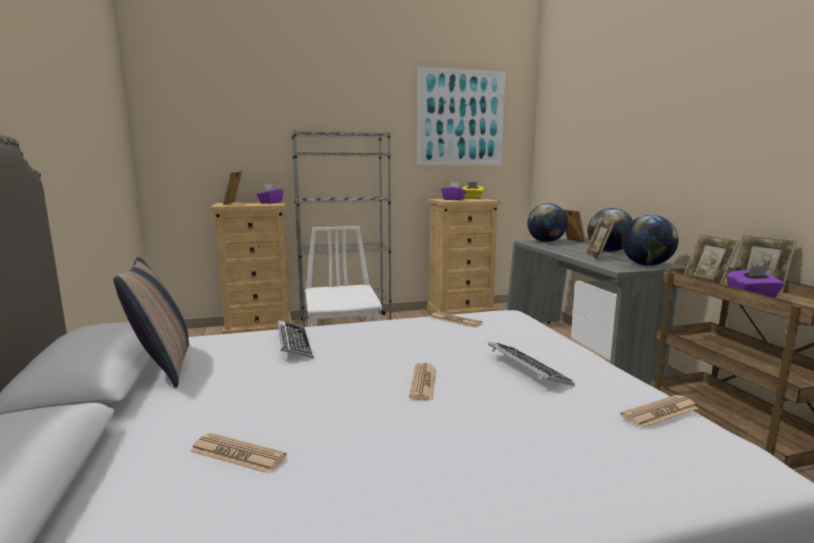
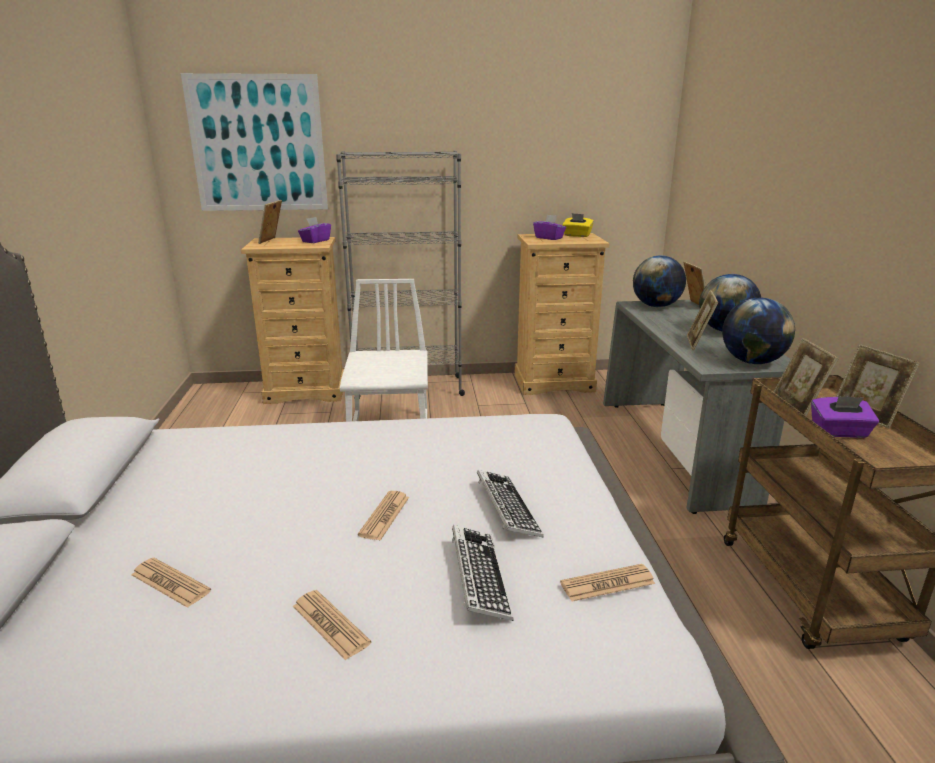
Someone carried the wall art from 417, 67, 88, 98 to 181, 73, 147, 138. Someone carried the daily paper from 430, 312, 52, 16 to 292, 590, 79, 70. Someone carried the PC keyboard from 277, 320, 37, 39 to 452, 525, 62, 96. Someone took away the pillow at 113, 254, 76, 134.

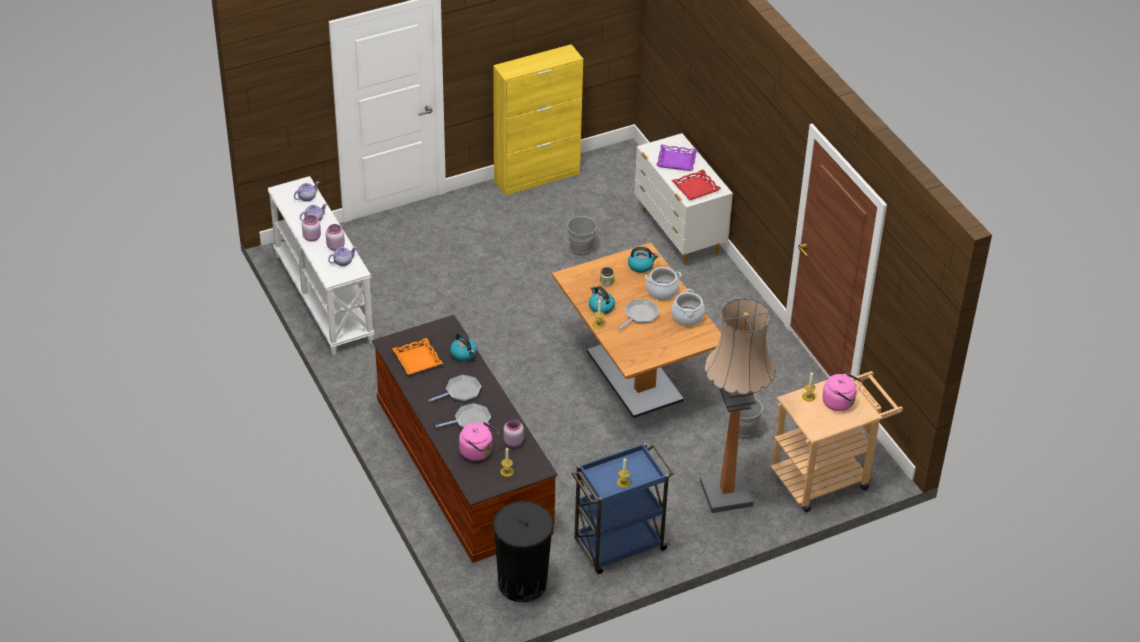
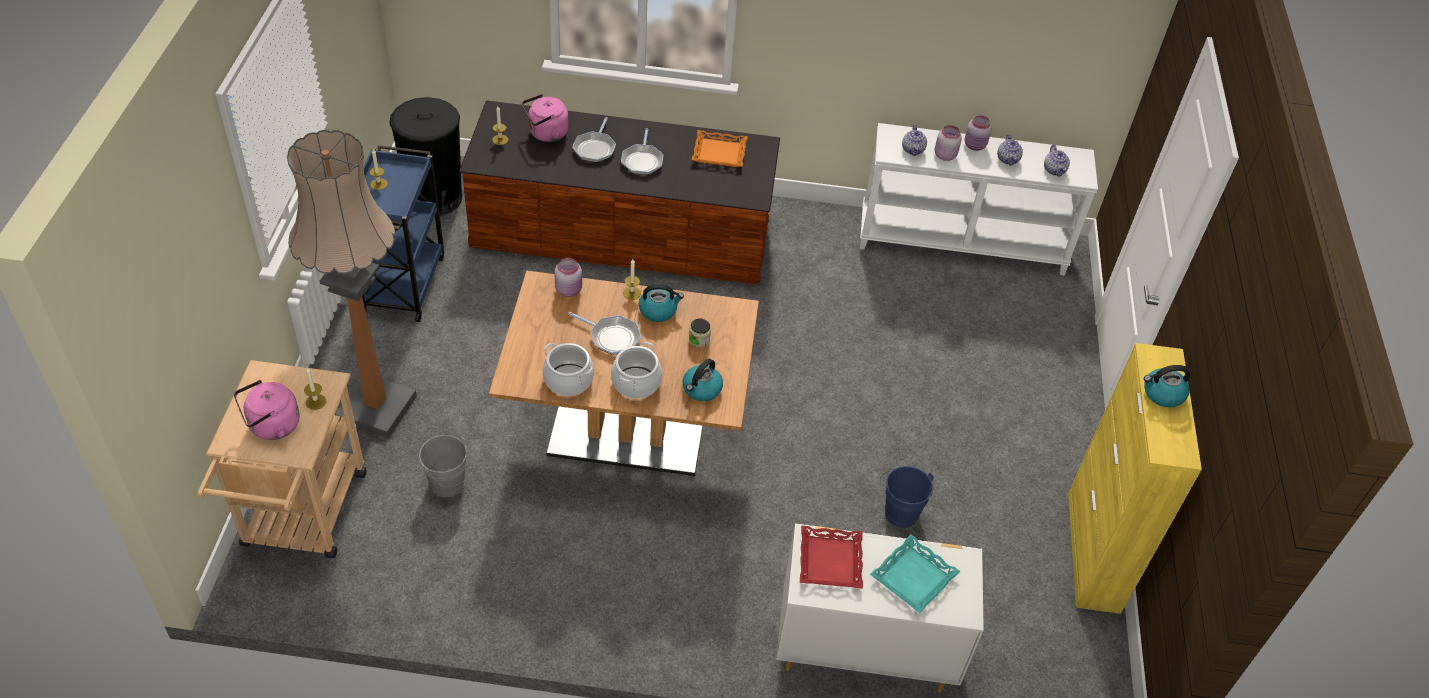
Someone carried the preserve jar in pink-coloured from 504, 419, 20, 28 to 554, 258, 28, 39. Someone rotated the pan at 618, 299, 41, 31 by 45 degrees counterclockwise. Someone repainted the tray in purple-coloured at 656, 145, 41, 26, which became the tray in turquoise at 870, 534, 90, 79. Someone repainted the water bucket in greyish at 563, 216, 34, 40, which became the water bucket in blue at 880, 466, 54, 62. Someone carried the tea kettle from 450, 333, 27, 28 to 1144, 365, 46, 42.

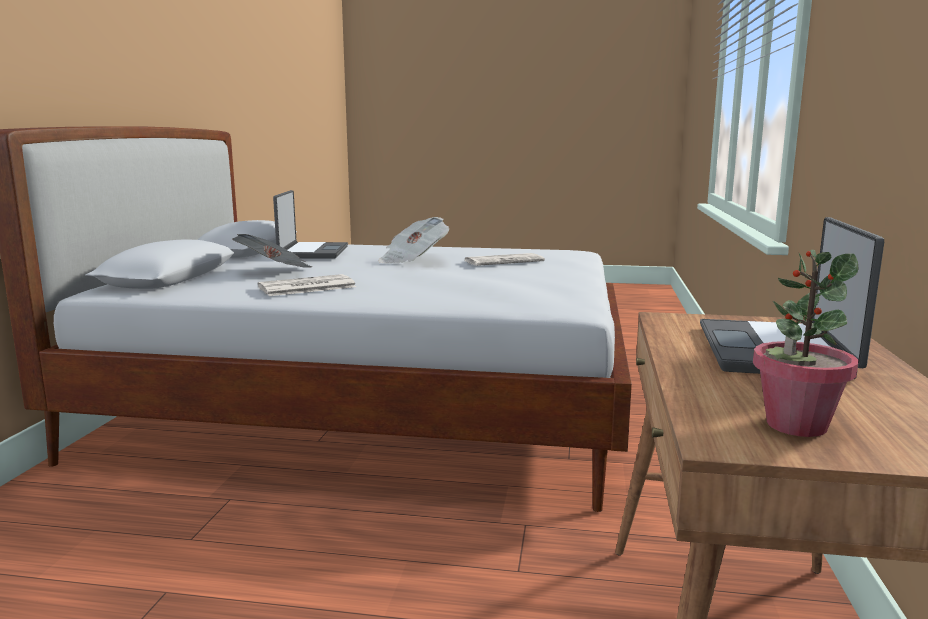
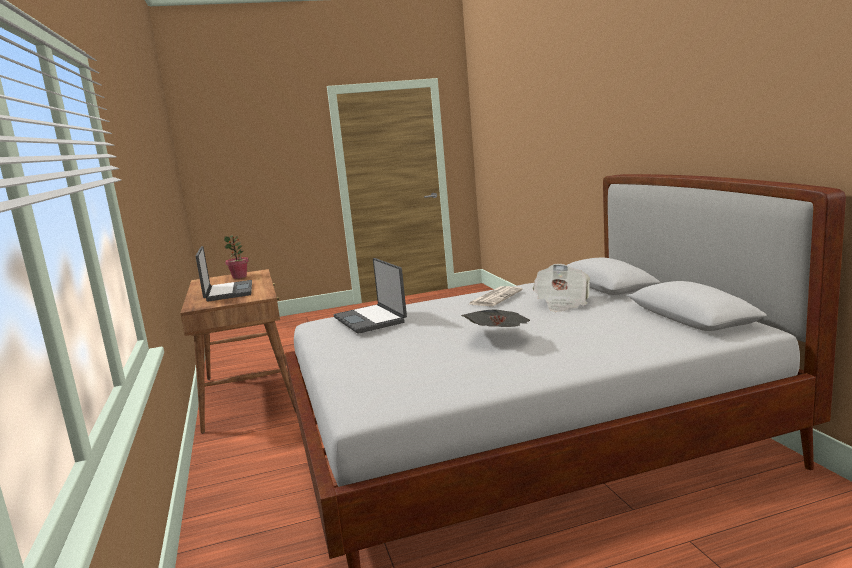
Someone carried the laptop from 273, 190, 75, 69 to 334, 258, 73, 76. Someone took away the daily paper at 464, 253, 81, 13.

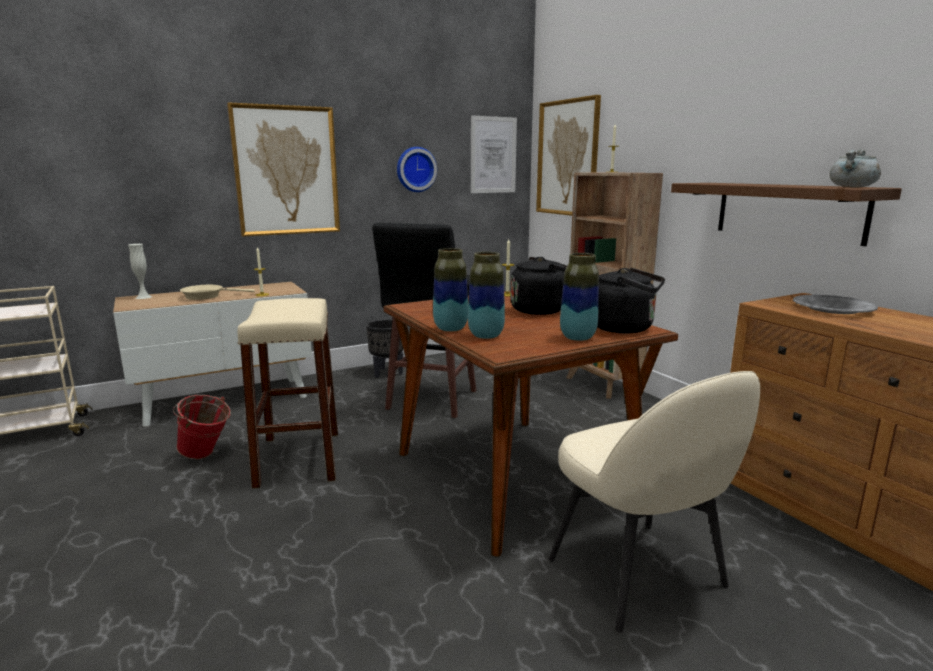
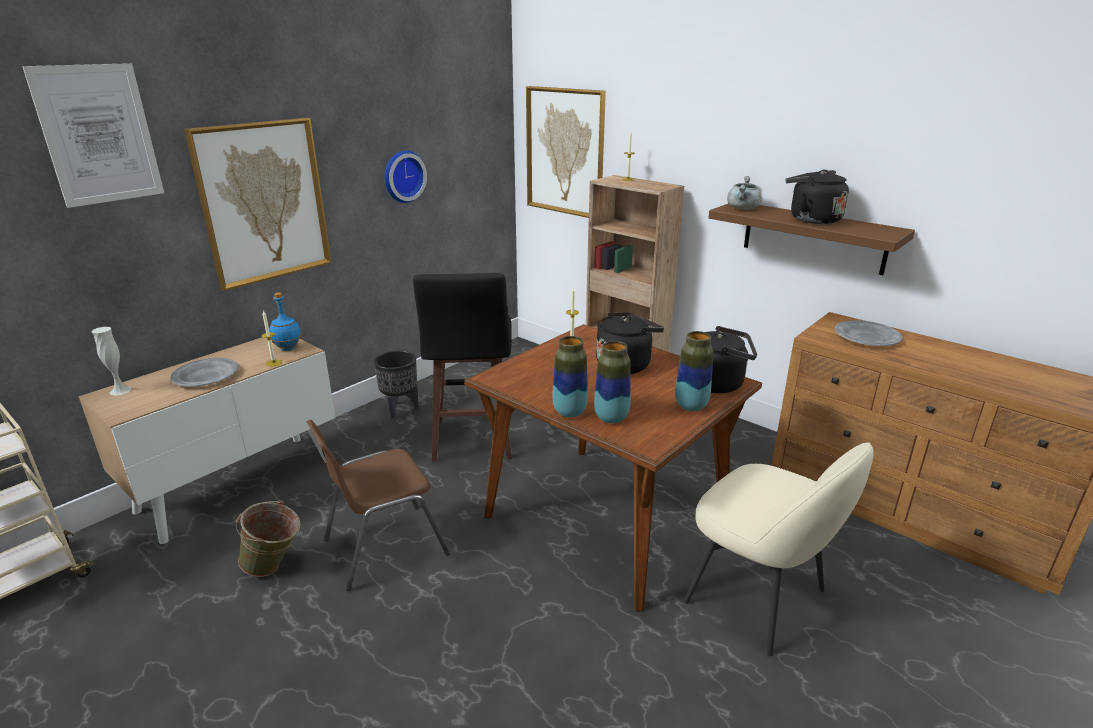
Someone carried the wall art from 471, 116, 46, 77 to 22, 63, 142, 145. Someone swapped the pan in sand-coloured at 180, 285, 75, 15 for the dinner plate in greyish at 170, 358, 68, 29. Someone repainted the water bucket in reddish at 173, 395, 58, 64, which became the water bucket in greenish at 235, 500, 66, 77. Someone put down the bottle in blue at 269, 293, 32, 58. Someone swapped the stool in sand-coloured at 238, 298, 100, 191 for the plain chair in brown at 307, 420, 143, 171. Someone carried the stockpot in greyish from 829, 148, 52, 40 to 727, 176, 35, 34. Someone put down the tea kettle in black at 786, 170, 63, 54.

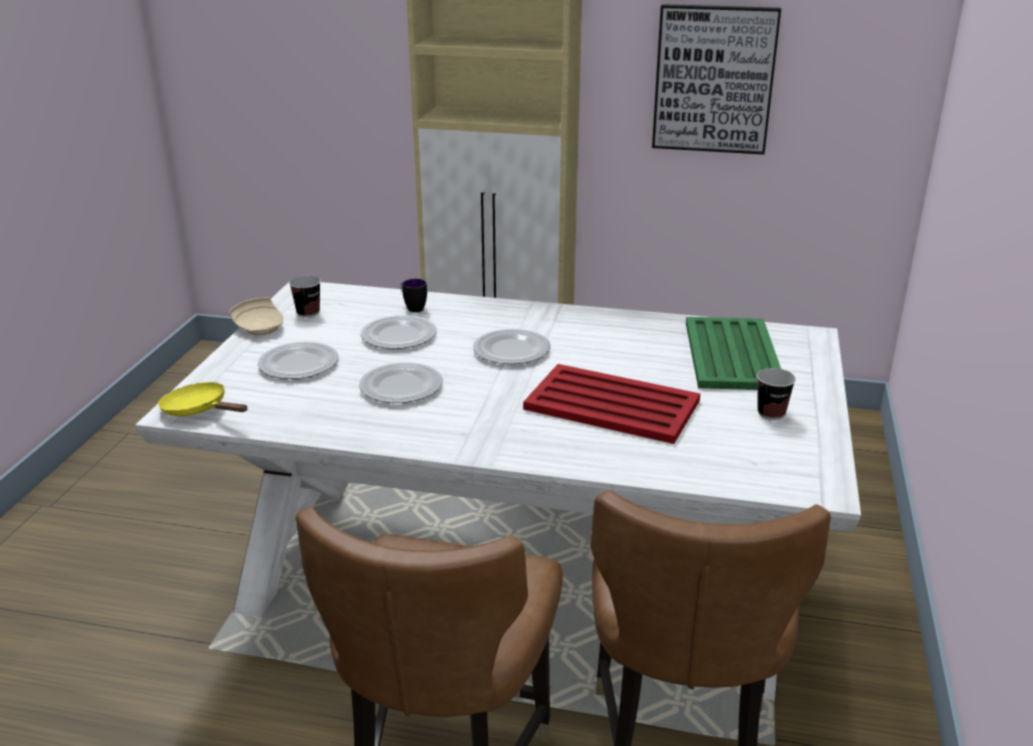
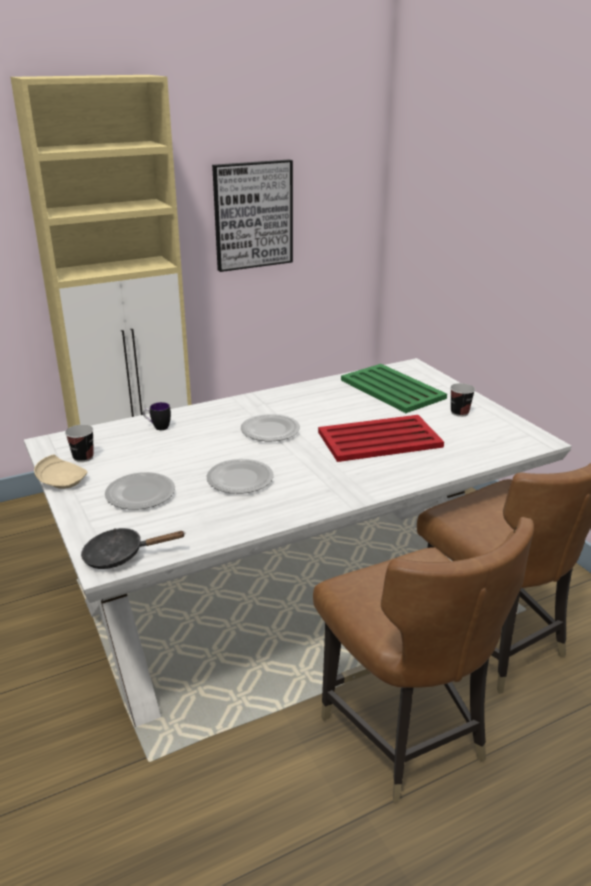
Someone repainted the pan in yellow at 158, 382, 90, 34, which became the pan in black at 81, 528, 105, 41. Someone took away the dinner plate at 361, 315, 75, 34.

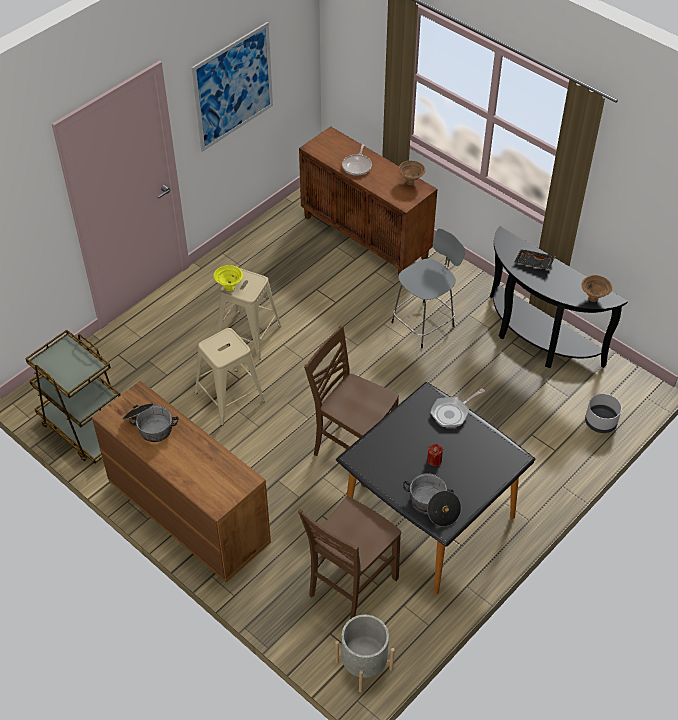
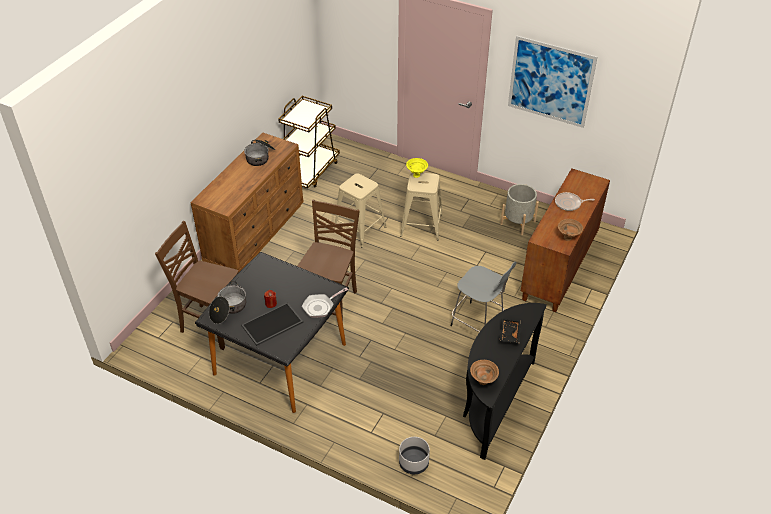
Someone put down the tray at 241, 303, 62, 43. Someone rotated the pan at 430, 388, 55, 39 by 75 degrees counterclockwise. Someone carried the planter in greyish from 335, 615, 60, 77 to 500, 184, 39, 51.

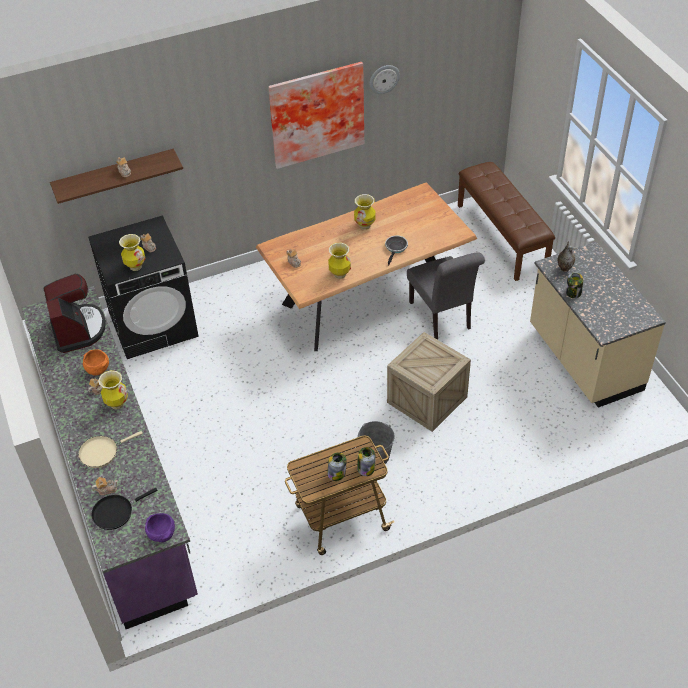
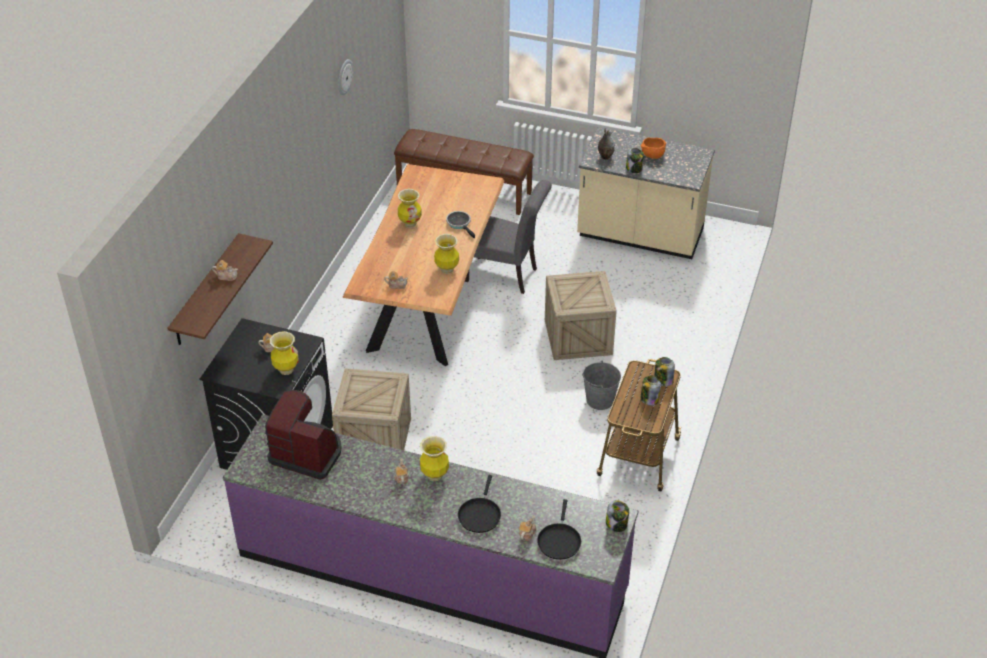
Someone put down the crate at 332, 368, 79, 82. Someone repainted the pan in sand-coloured at 78, 431, 65, 37, which became the pan in black at 458, 475, 43, 58. Someone swapped the bowl in purple-coloured at 145, 513, 30, 29 for the preserve jar at 606, 500, 23, 32. Someone carried the bowl in orangey from 83, 349, 26, 26 to 641, 137, 25, 22. Someone took away the wall art at 268, 62, 96, 107.

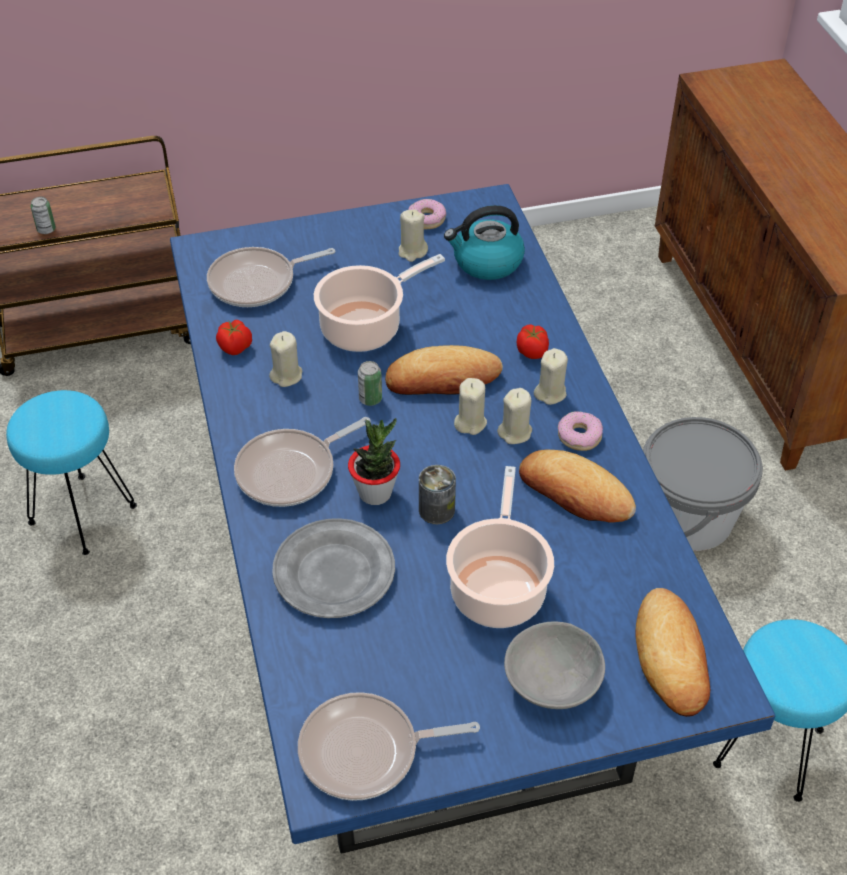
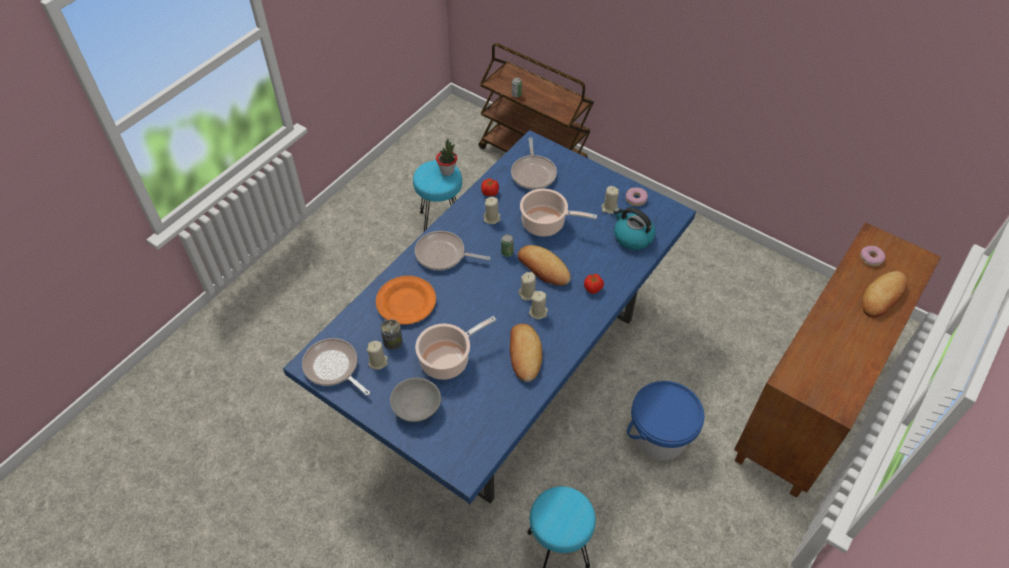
Someone carried the wax light in sand-coloured from 534, 348, 34, 57 to 367, 341, 21, 29. Someone repainted the dinner plate in greyish at 272, 518, 123, 100, which became the dinner plate in orangey at 376, 276, 60, 49. Someone carried the sealed can from 419, 465, 37, 59 to 381, 319, 22, 31. Someone carried the potted plant from 348, 418, 52, 87 to 436, 139, 21, 37. Someone rotated the pan at 207, 247, 128, 60 by 120 degrees counterclockwise. Someone repainted the water bucket in greyish at 643, 417, 120, 134, which became the water bucket in blue at 627, 381, 78, 79. Someone carried the doughnut from 558, 411, 45, 40 to 860, 246, 26, 20. Someone carried the bakery bread from 636, 588, 74, 129 to 862, 271, 45, 46.

